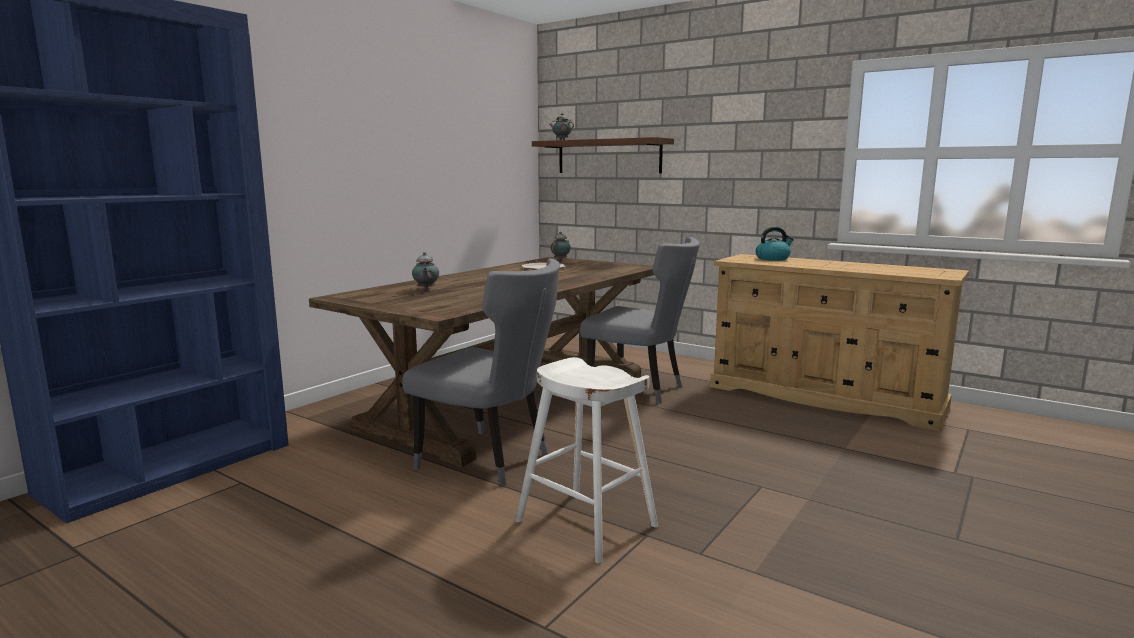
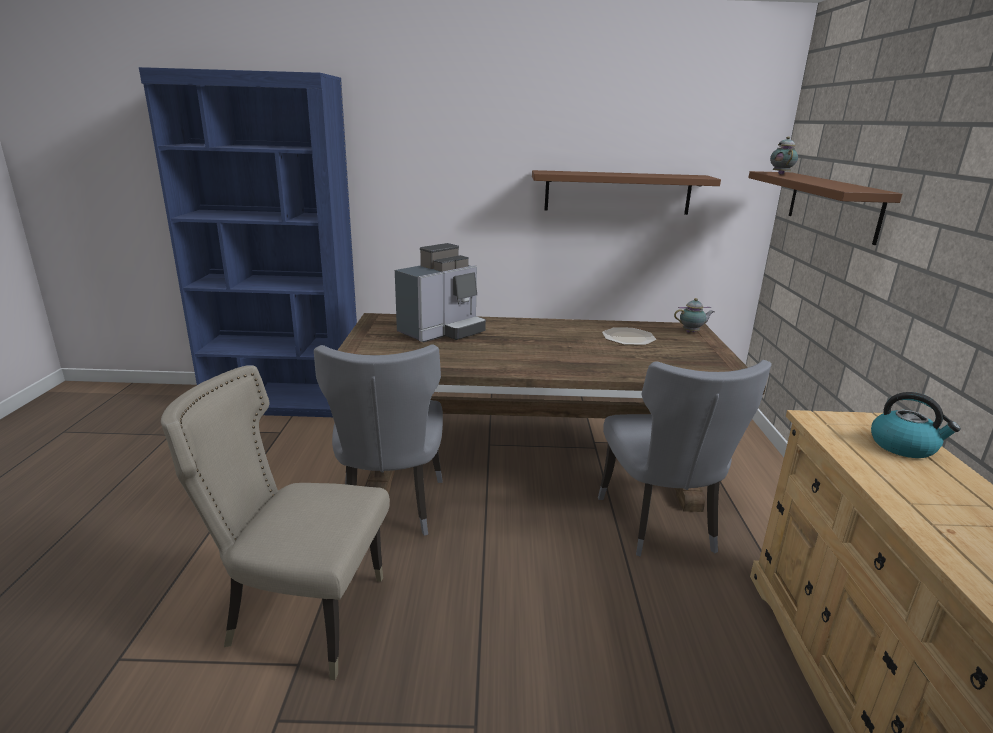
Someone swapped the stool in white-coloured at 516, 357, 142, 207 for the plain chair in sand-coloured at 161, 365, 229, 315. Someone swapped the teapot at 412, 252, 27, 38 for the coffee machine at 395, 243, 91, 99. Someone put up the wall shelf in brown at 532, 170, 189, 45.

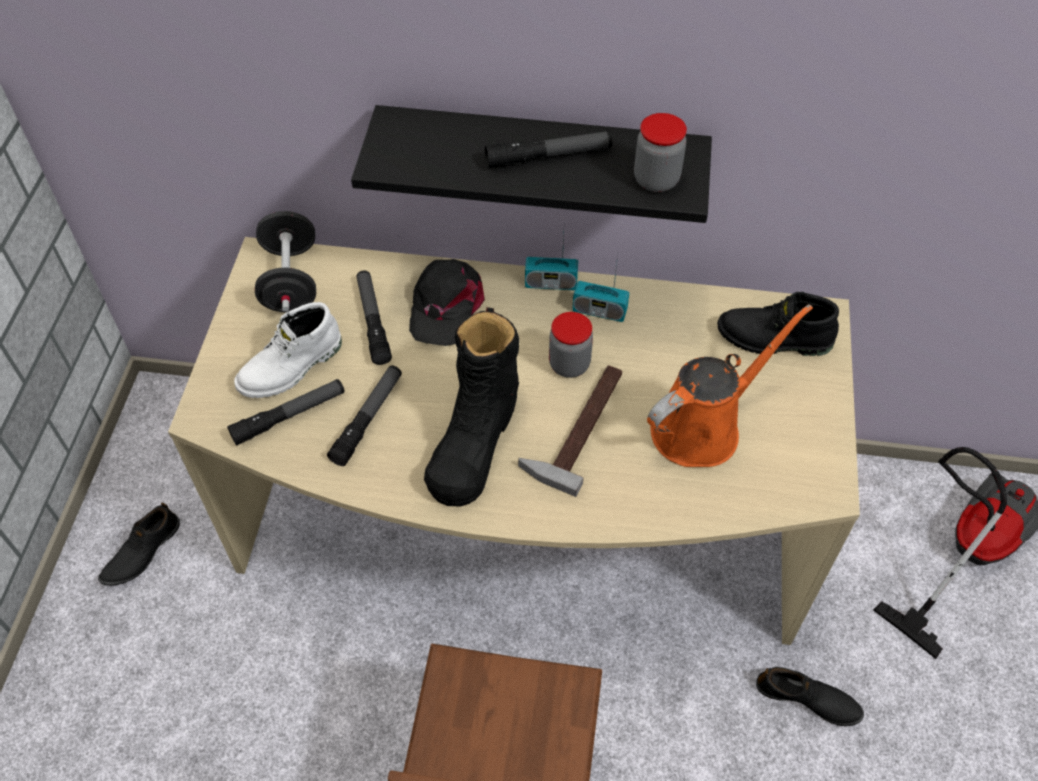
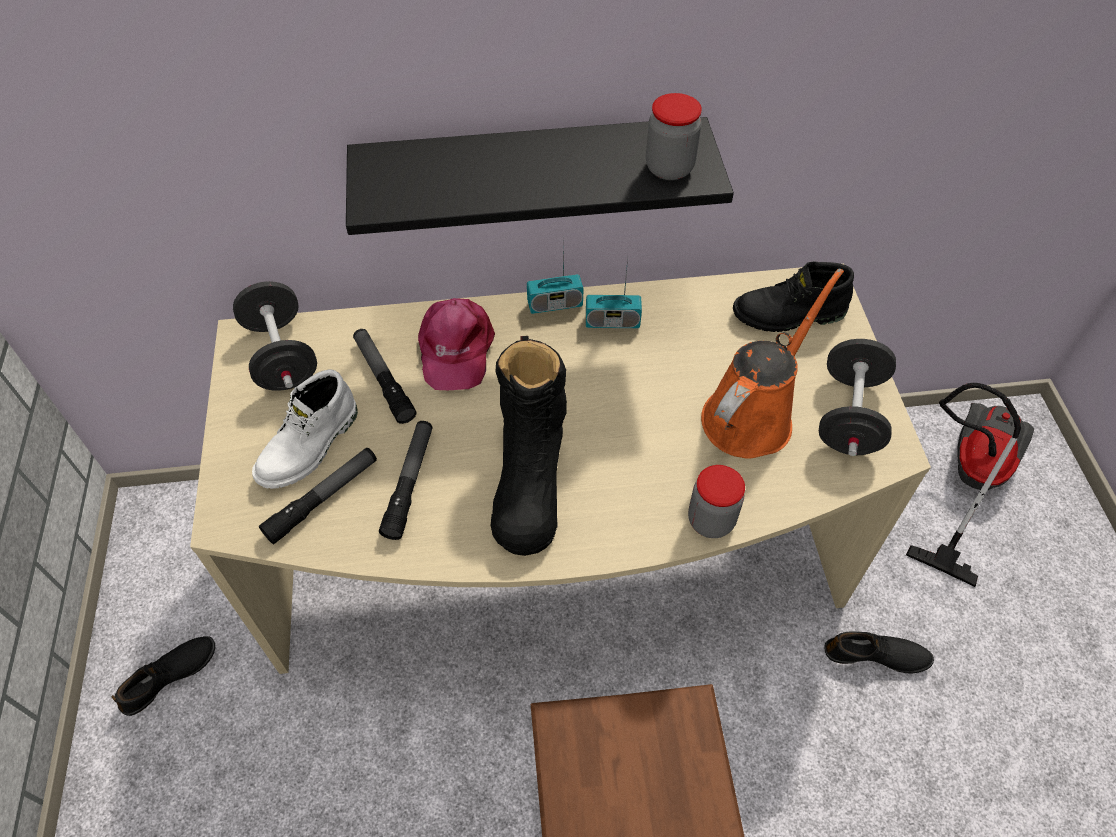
Someone rotated the low shoe in black at 98, 503, 82, 82 by 150 degrees counterclockwise. Someone repainted the baseball cap in black at 409, 259, 76, 87, which became the baseball cap in pink-coloured at 418, 298, 77, 92. Someone carried the preserve jar from 549, 312, 44, 66 to 688, 465, 57, 73. Someone put down the free weight in black at 819, 339, 77, 117. Someone took away the torch at 485, 131, 127, 37. Someone took away the tool hammer at 518, 366, 104, 131.

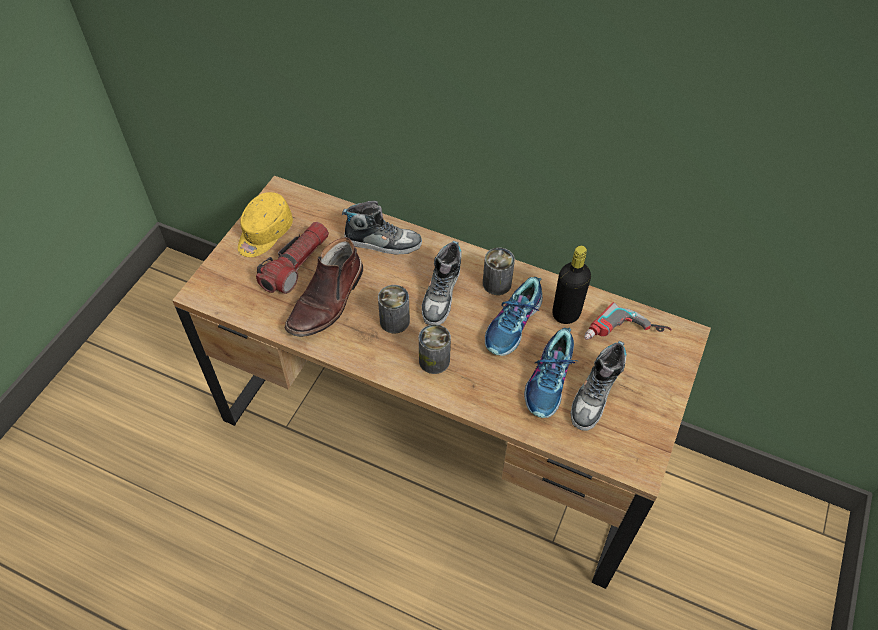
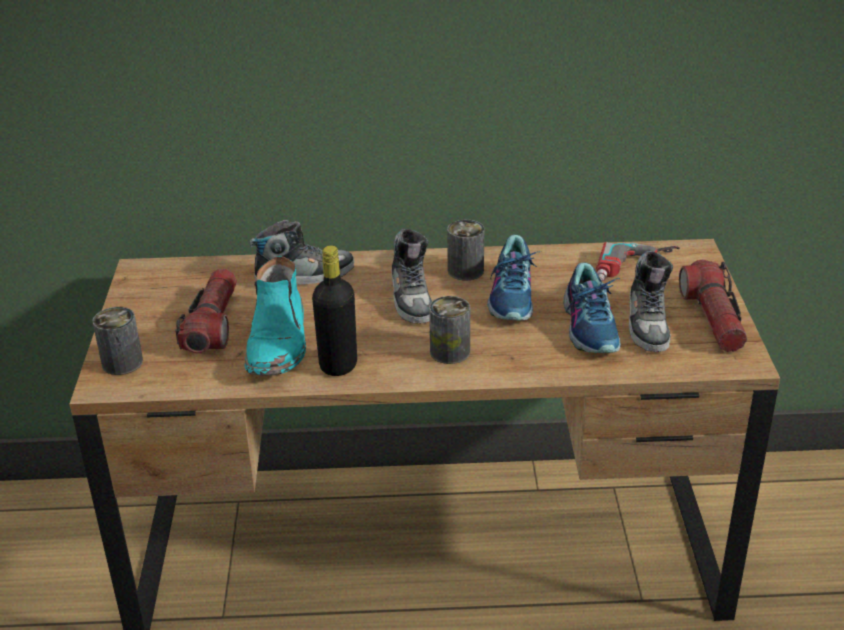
Someone carried the sealed can from 378, 285, 32, 49 to 93, 307, 50, 68. Someone repainted the high-top boot in brown at 285, 237, 78, 100, which became the high-top boot in turquoise at 245, 256, 61, 120. Someone carried the bottle in black from 552, 246, 39, 78 to 312, 246, 45, 130. Someone put down the torch at 679, 260, 68, 92. Someone took away the baseball cap in yellow at 238, 192, 55, 65.

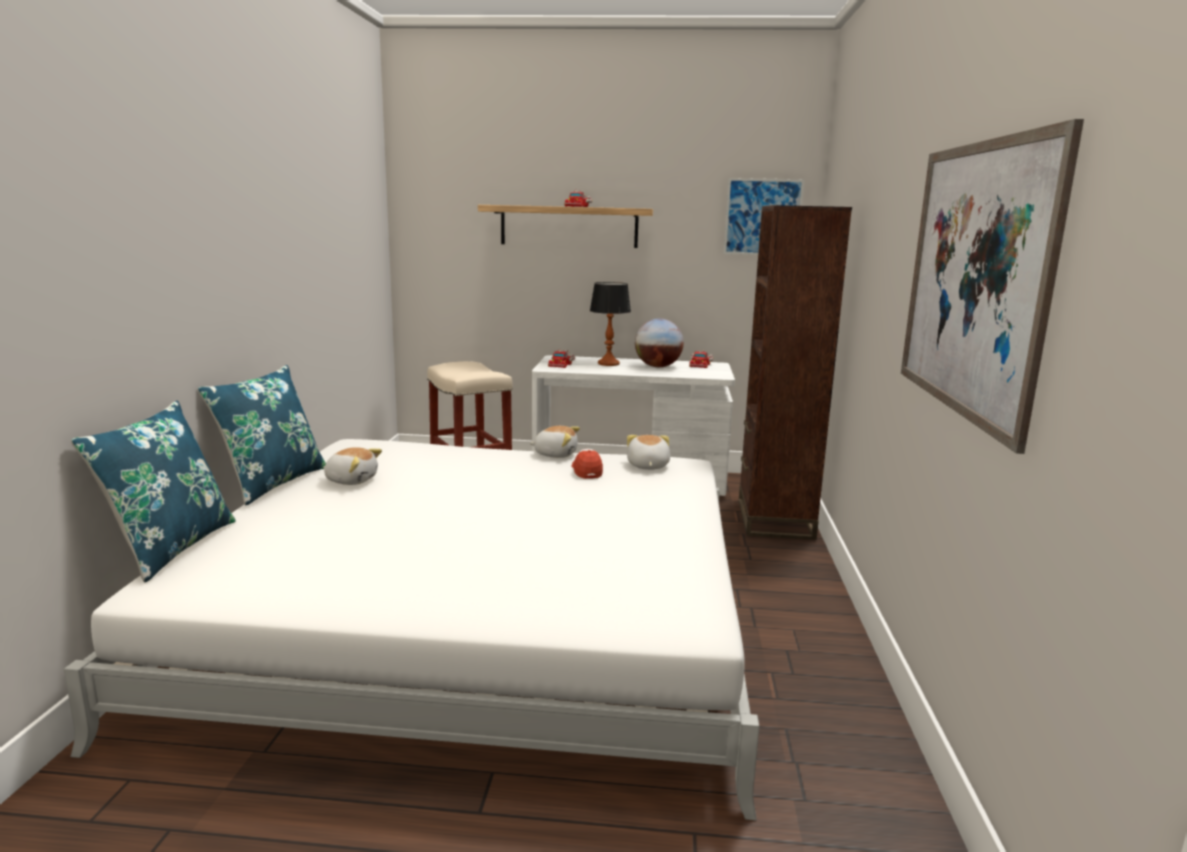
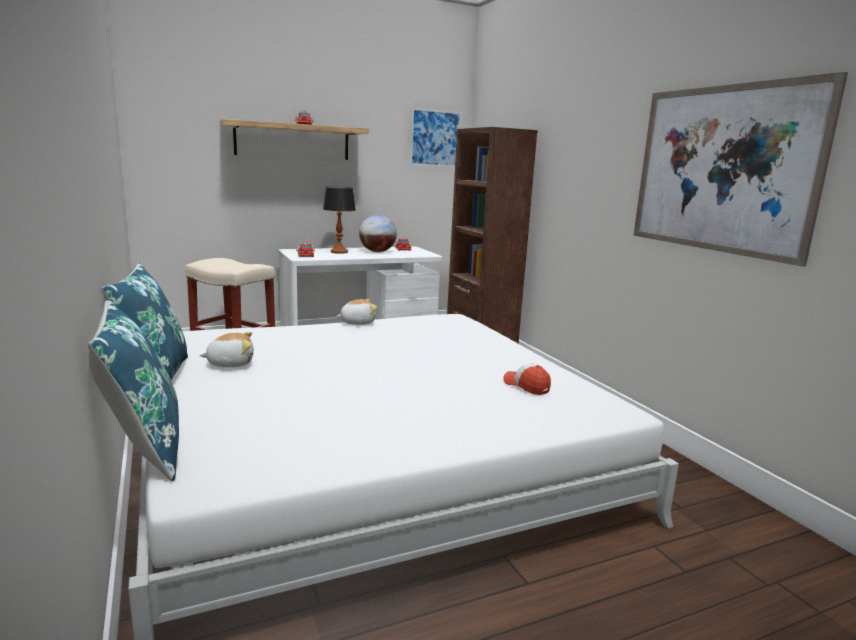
Someone carried the baseball cap from 571, 449, 32, 30 to 503, 363, 48, 32. Someone took away the soft toy at 627, 435, 43, 35.

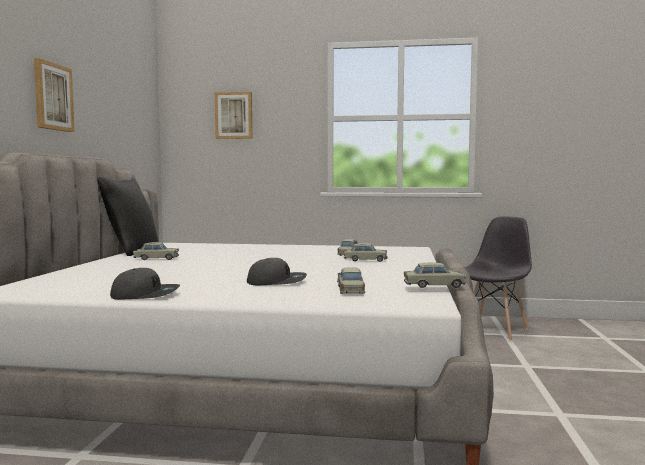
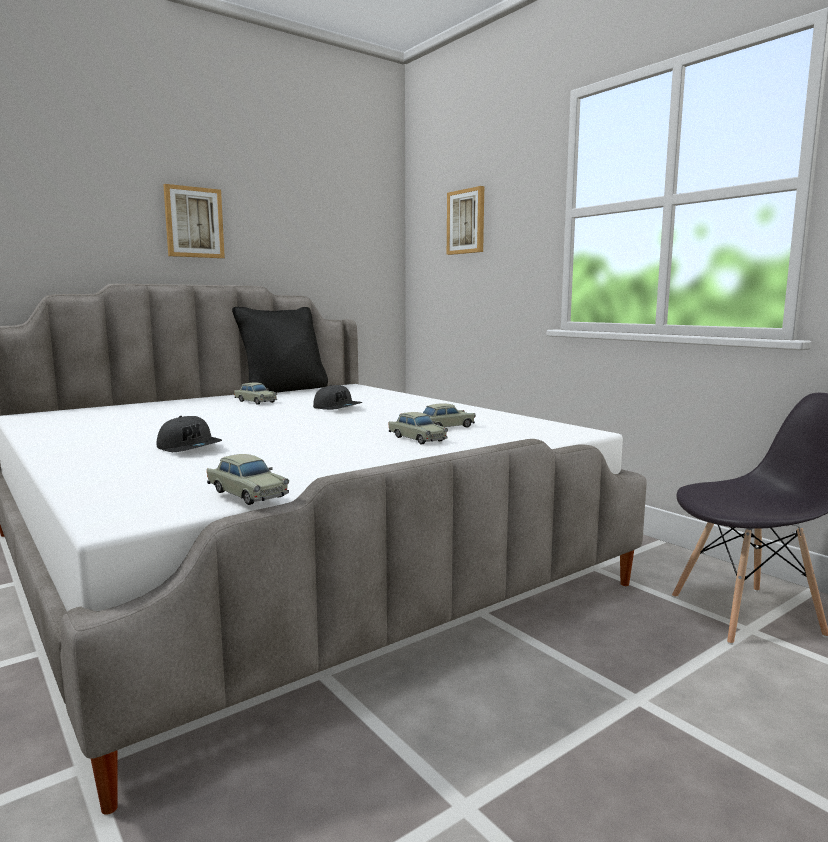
Someone carried the baseball cap in greyish from 110, 268, 70, 32 to 313, 385, 50, 25. Someone took away the miniature car in sand-coloured at 337, 267, 28, 27.

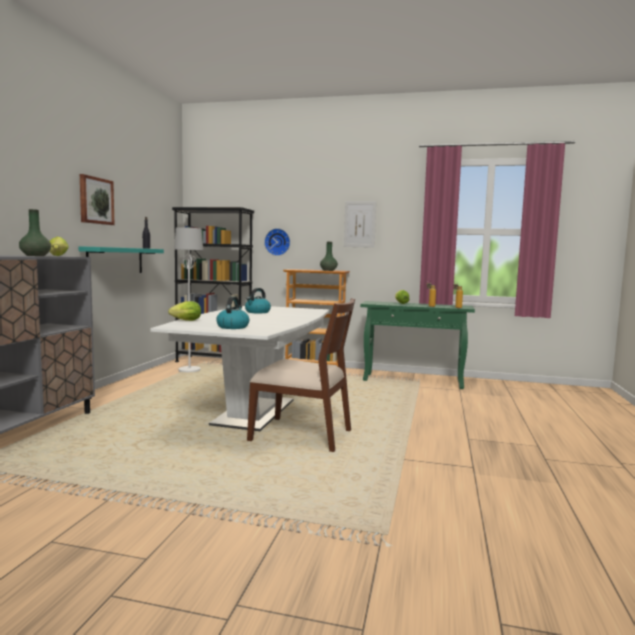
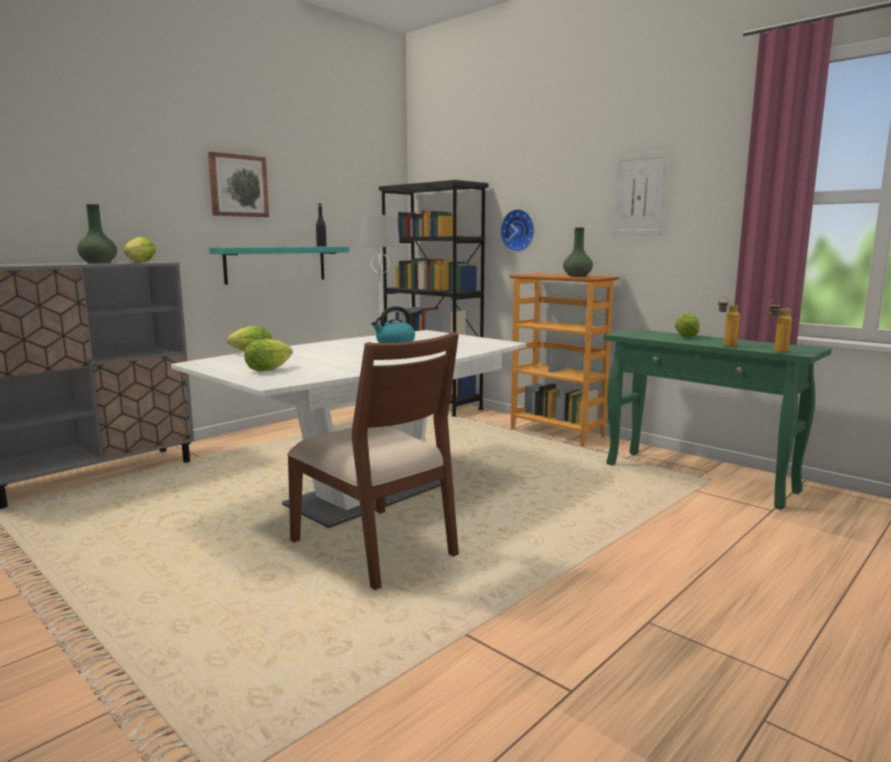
Someone swapped the tea kettle at 216, 296, 33, 33 for the head of lettuce at 244, 338, 49, 33.

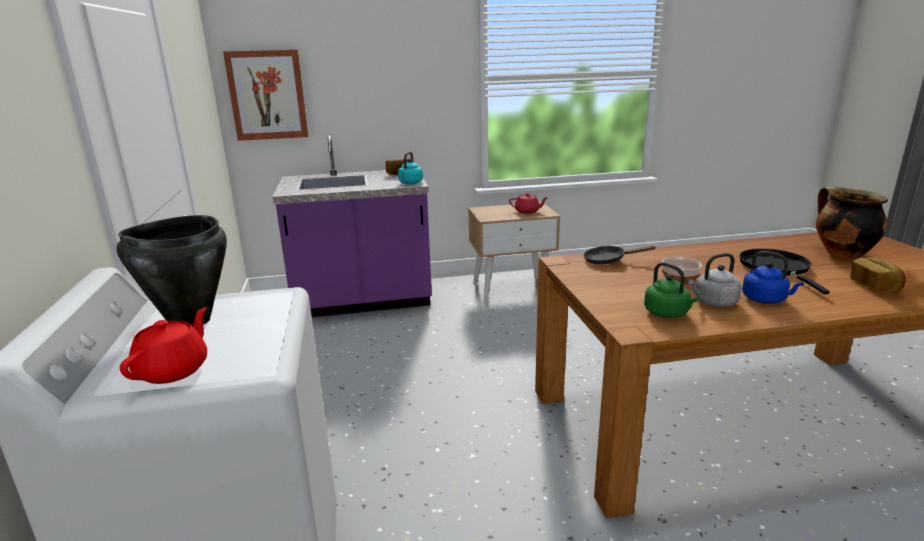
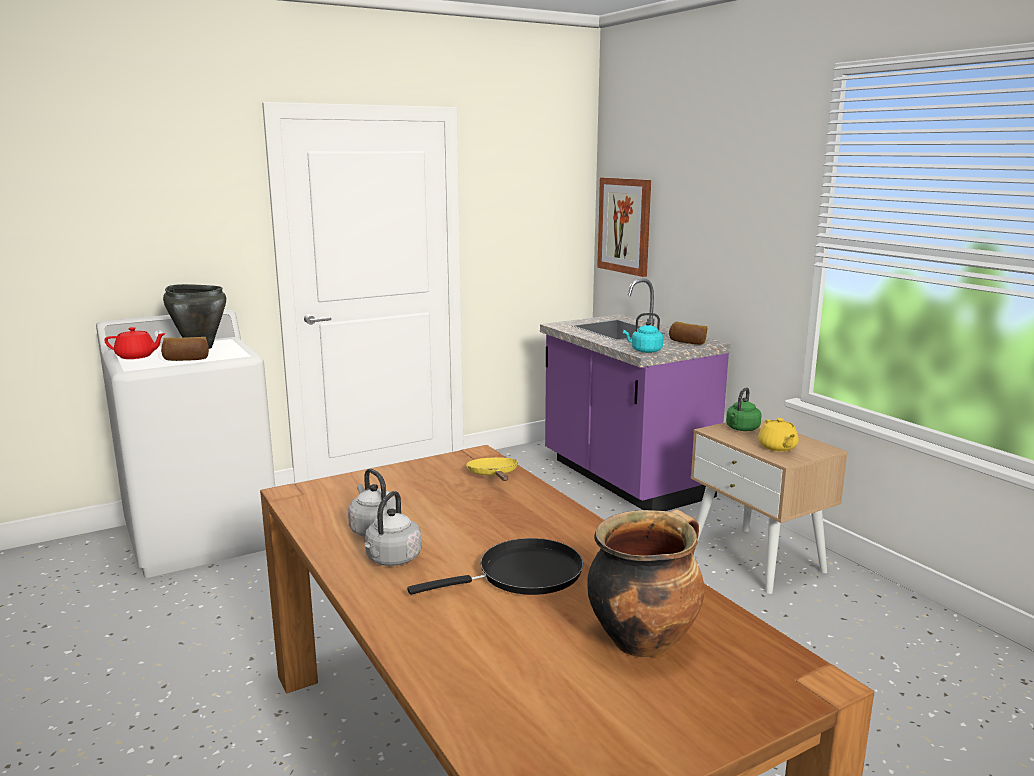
Someone carried the bakery bread from 850, 257, 56, 37 to 161, 337, 48, 24. Someone repainted the tea kettle in blue at 742, 251, 62, 53, which became the tea kettle in greyish at 365, 491, 56, 75. Someone repainted the pan in black at 583, 246, 73, 18, which became the pan in yellow at 466, 457, 52, 24. Someone carried the tea kettle in greenish from 644, 262, 54, 56 to 726, 387, 35, 44. Someone repainted the teapot in reddish at 509, 193, 40, 21, which became the teapot in yellow at 758, 418, 41, 34. Someone took away the bowl at 662, 257, 40, 28.

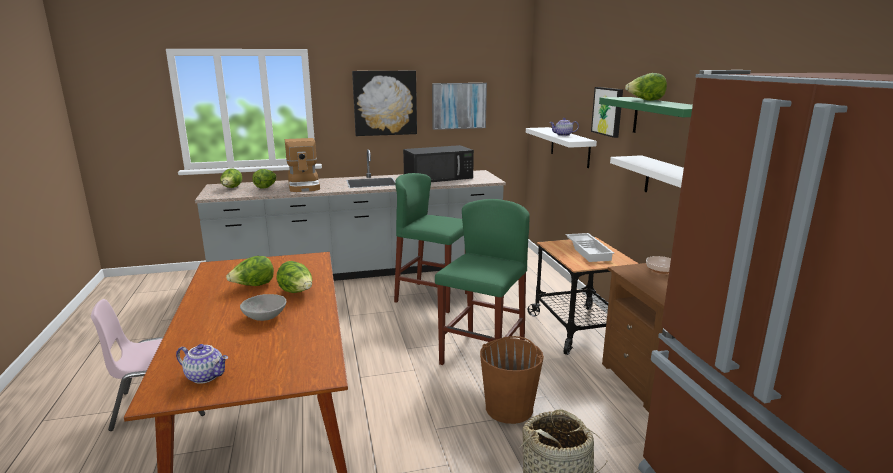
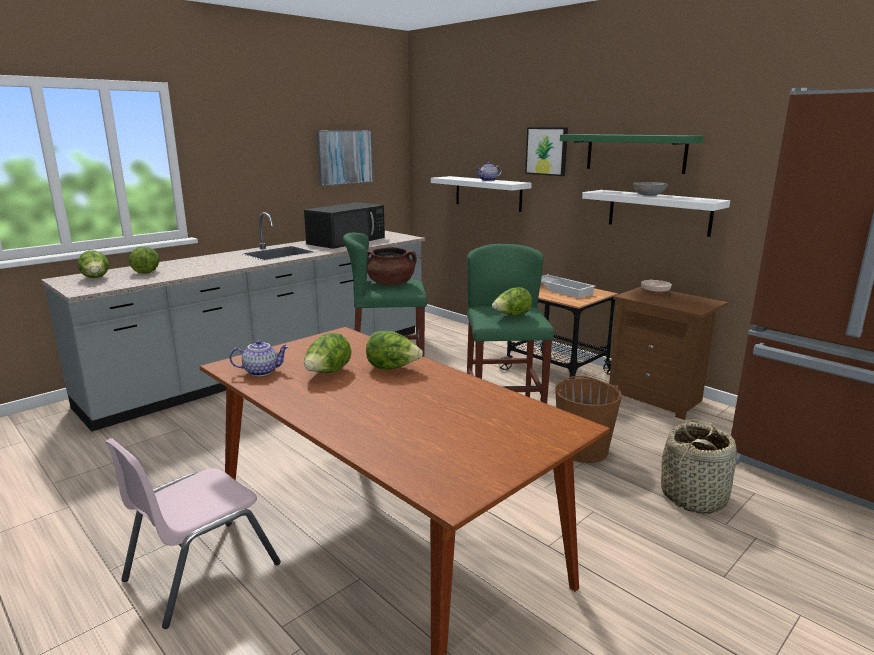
Someone carried the teapot from 176, 344, 52, 40 to 230, 340, 59, 36. Someone put down the stockpot in brown at 367, 247, 50, 38. Someone carried the head of lettuce from 625, 73, 42, 28 to 492, 287, 40, 29. Someone carried the bowl in greyish from 240, 294, 47, 27 to 633, 182, 35, 14. Someone took away the coffee machine at 285, 138, 35, 54. Someone took away the wall art at 352, 71, 65, 65.

